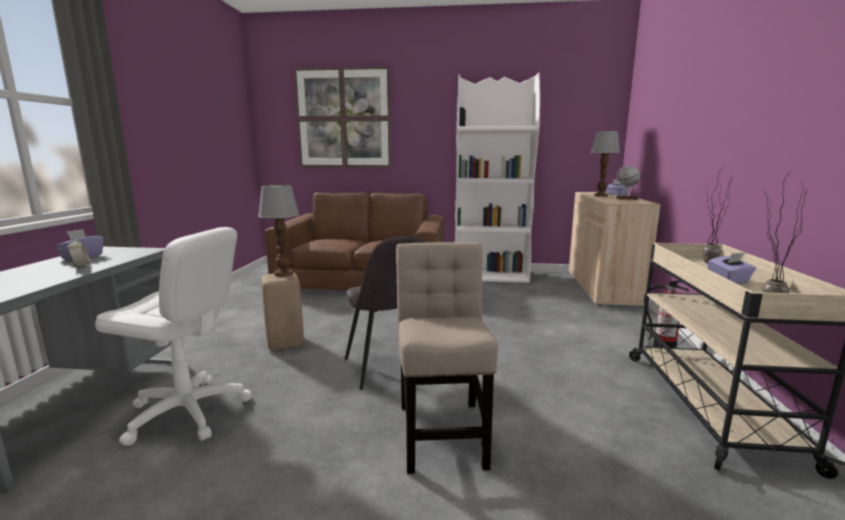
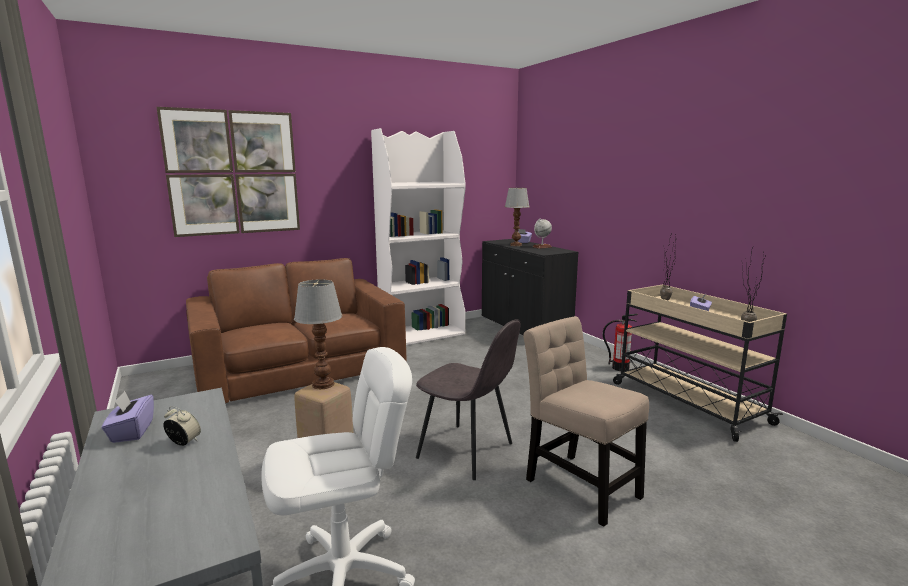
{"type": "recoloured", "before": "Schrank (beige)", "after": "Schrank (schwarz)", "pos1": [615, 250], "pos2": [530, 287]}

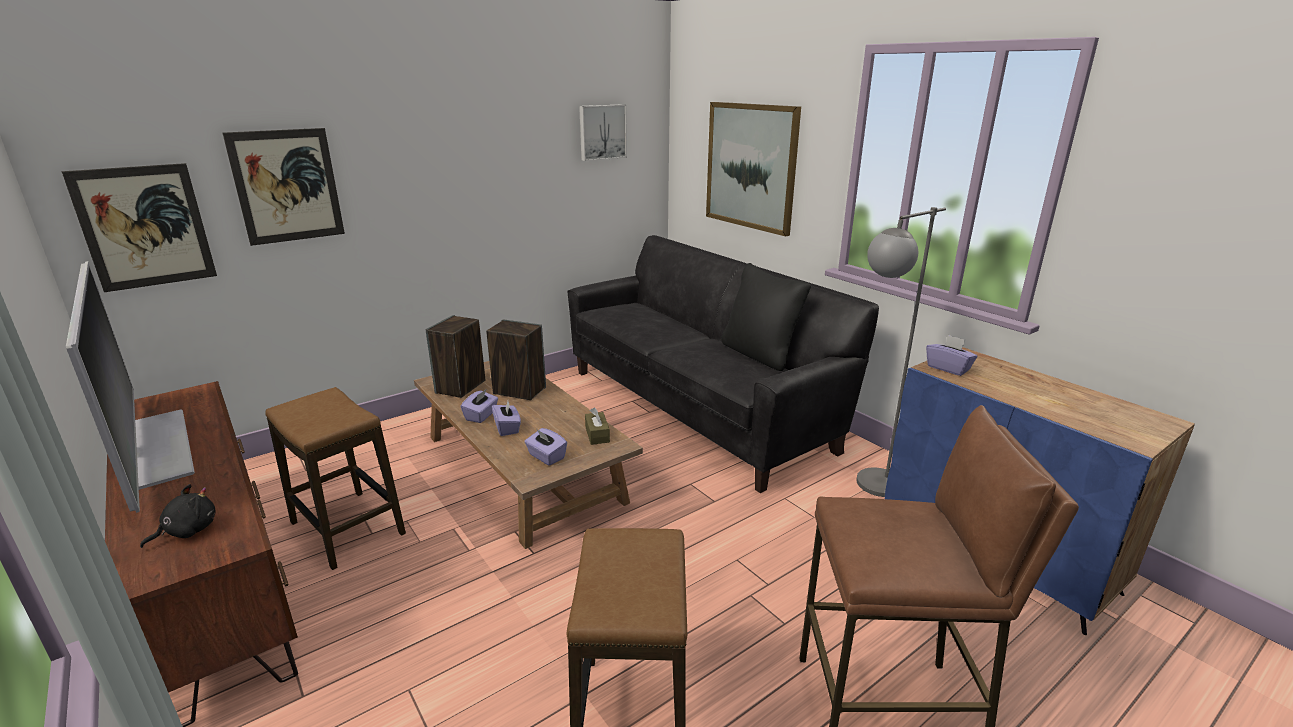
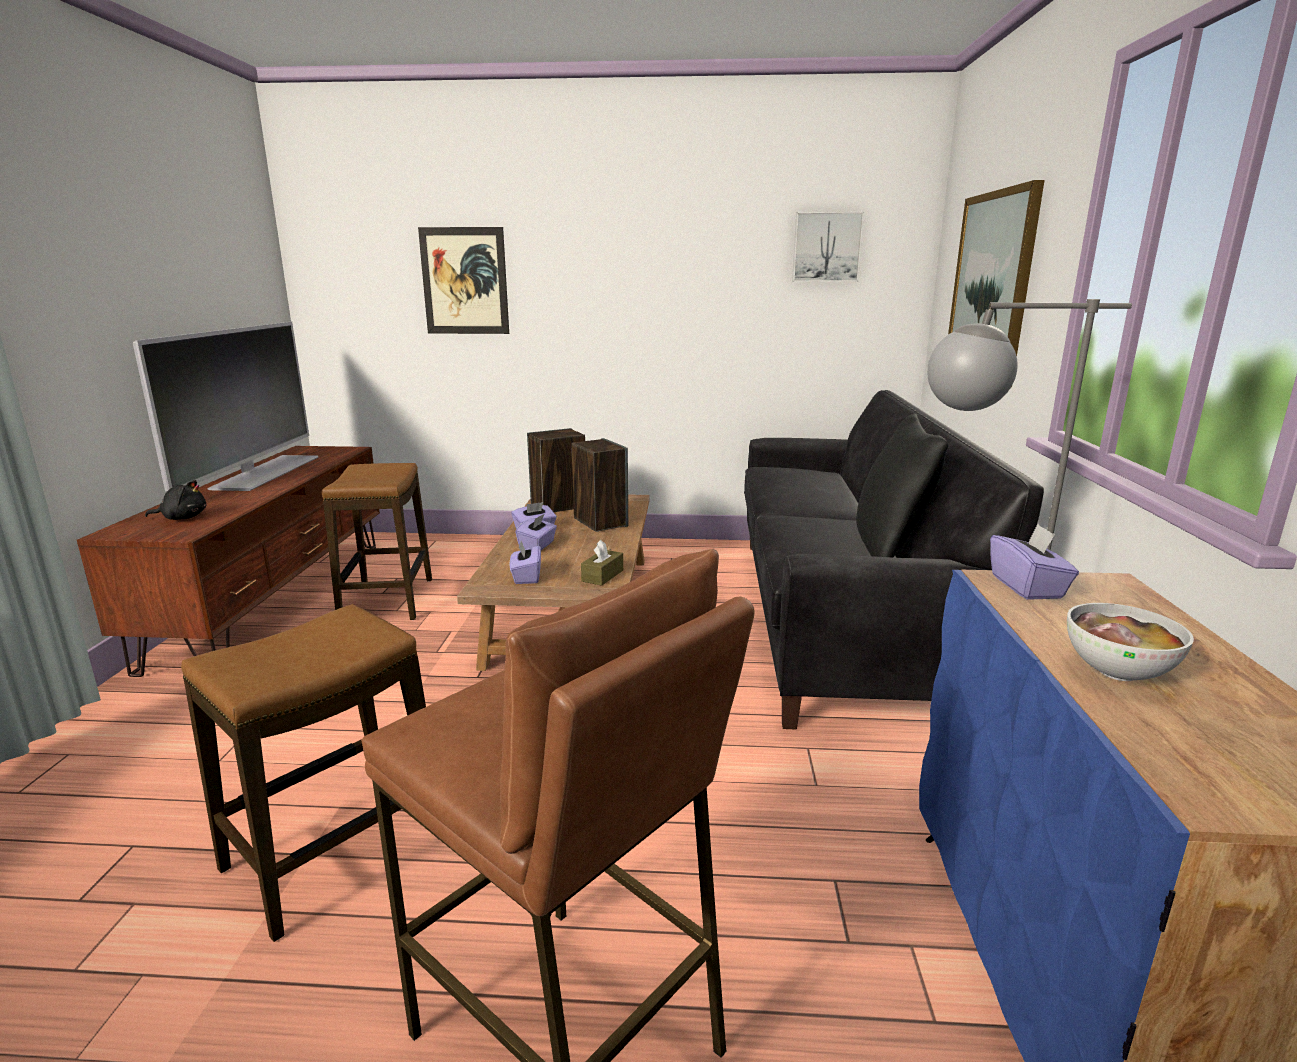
{"type": "added", "after": "Schüssel", "pos2": [1130, 642]}
{"type": "removed", "before": "Bild", "pos1": [139, 227]}

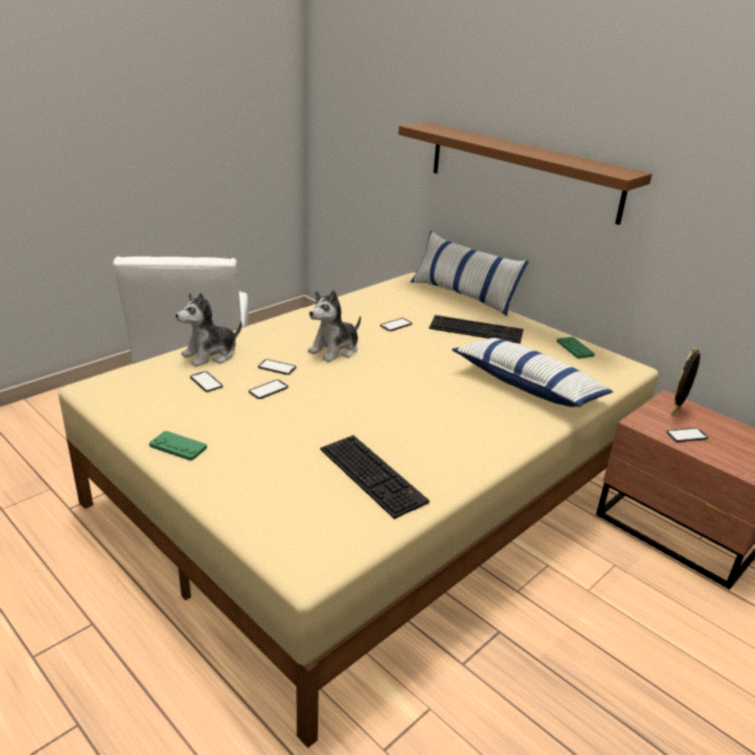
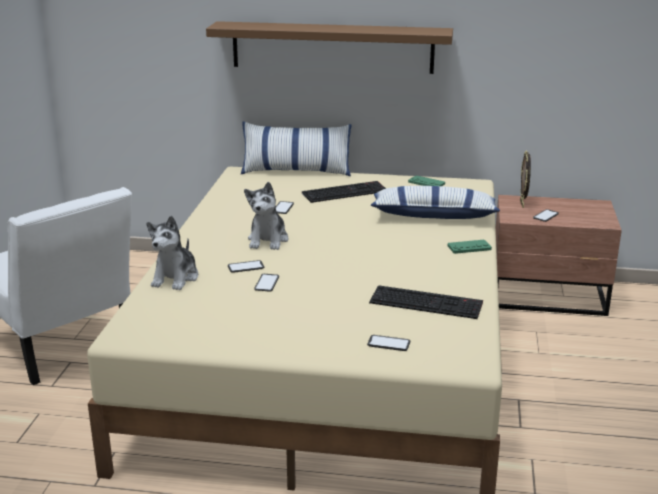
{"type": "moved", "before": "Handy", "pos1": [206, 381], "pos2": [389, 343]}
{"type": "moved", "before": "Gamepad (grün)", "pos1": [178, 446], "pos2": [470, 247]}

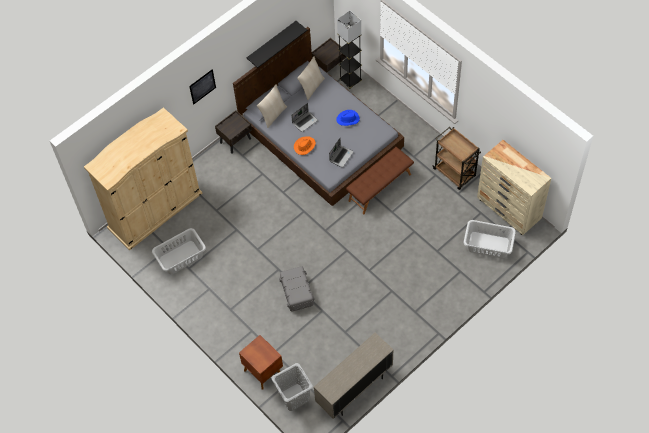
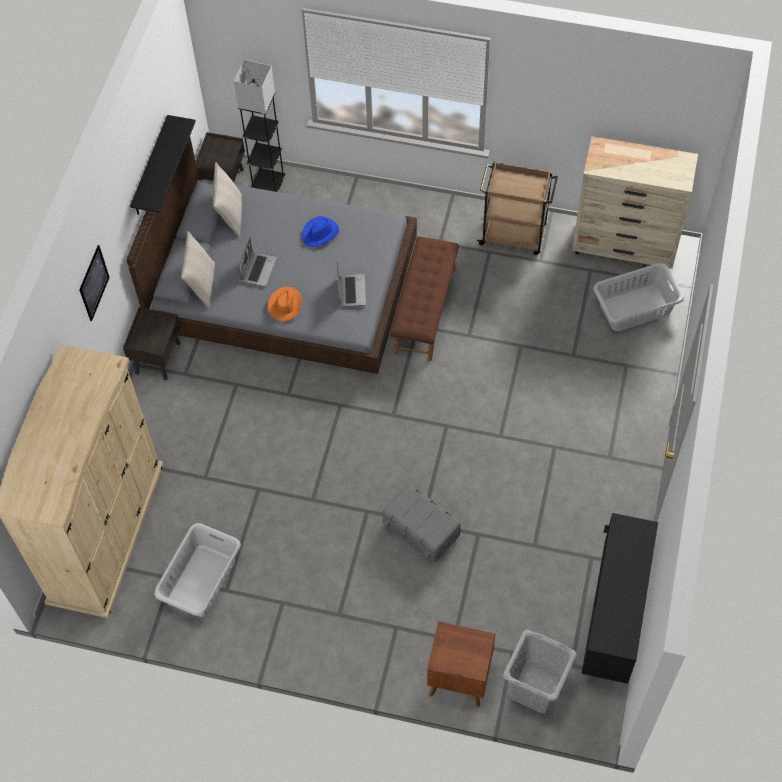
{"type": "recoloured", "before": "Schrank (beige)", "after": "Schrank (schwarz)", "pos1": [354, 376], "pos2": [619, 598]}

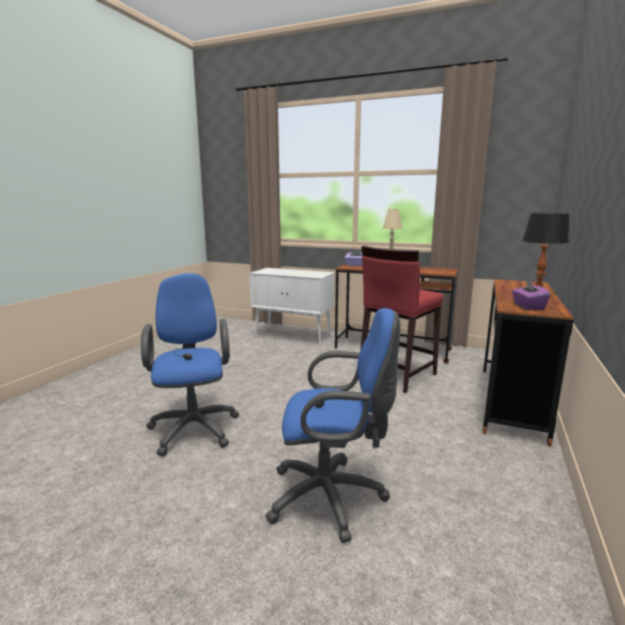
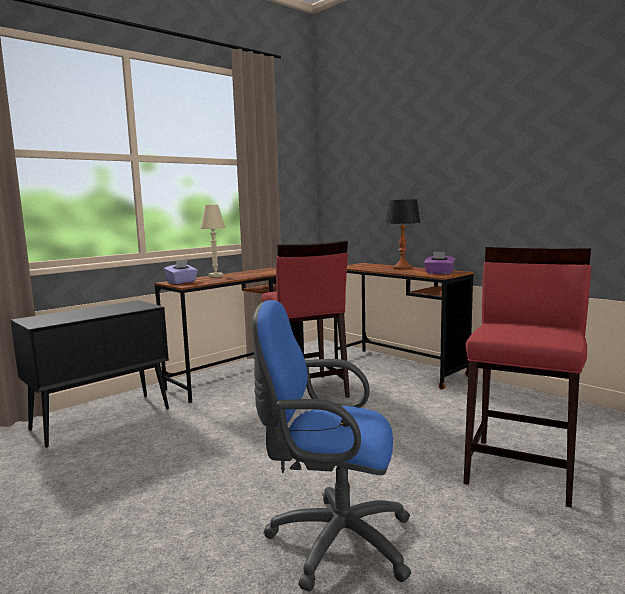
{"type": "recoloured", "before": "Schrank (weiß)", "after": "Schrank (schwarz)", "pos1": [292, 307], "pos2": [90, 374]}
{"type": "replaced", "before": "Bürostuhl (blau)", "after": "Hocker (rot)", "pos1": [333, 425], "pos2": [527, 377]}

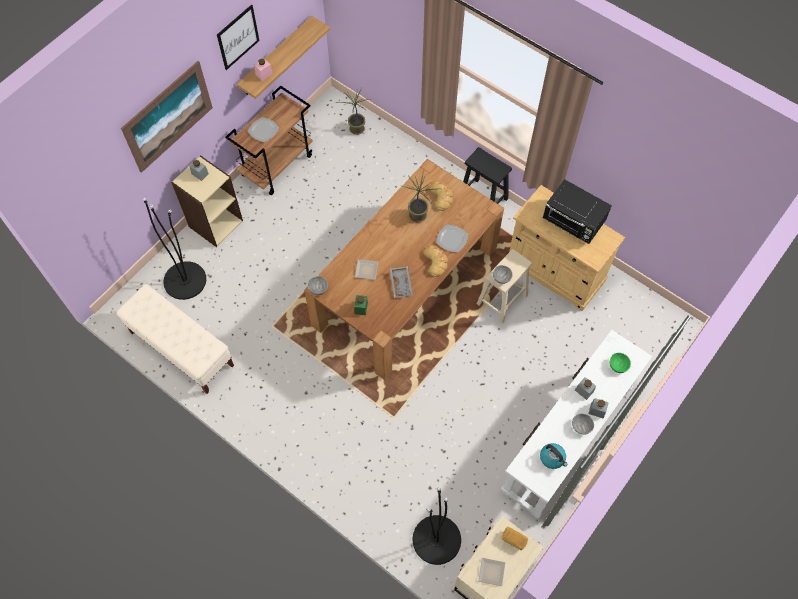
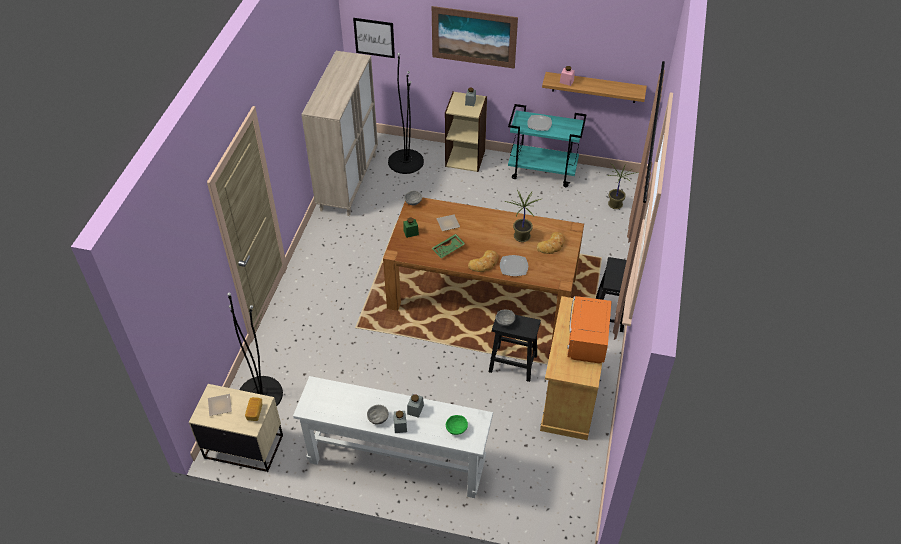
{"type": "replaced", "before": "Bank (beige)", "after": "Schrank (beige)", "pos1": [175, 339], "pos2": [340, 133]}
{"type": "moved", "before": "Bild", "pos1": [238, 37], "pos2": [374, 38]}
{"type": "recoloured", "before": "Tablett (grau)", "after": "Tablett (grün)", "pos1": [401, 282], "pos2": [448, 246]}
{"type": "recoloured", "before": "Hocker (beige)", "after": "Hocker (schwarz)", "pos1": [504, 286], "pos2": [515, 346]}
{"type": "recoloured", "before": "Rollwagen (braun)", "after": "Rollwagen (türkis)", "pos1": [269, 140], "pos2": [547, 145]}
{"type": "recoloured", "before": "Mikrowelle (schwarz)", "after": "Mikrowelle (orange)", "pos1": [577, 211], "pos2": [589, 329]}
{"type": "removed", "before": "Wasserkessel", "pos1": [554, 456]}

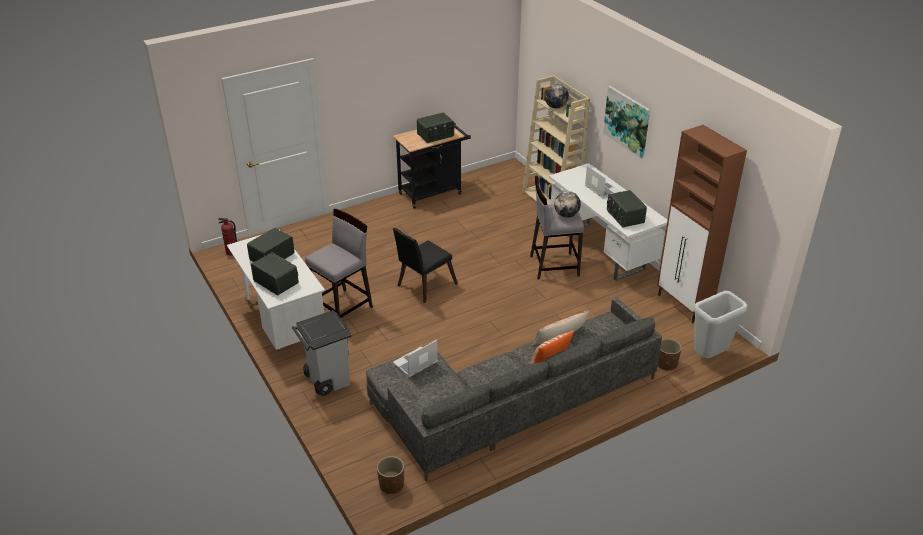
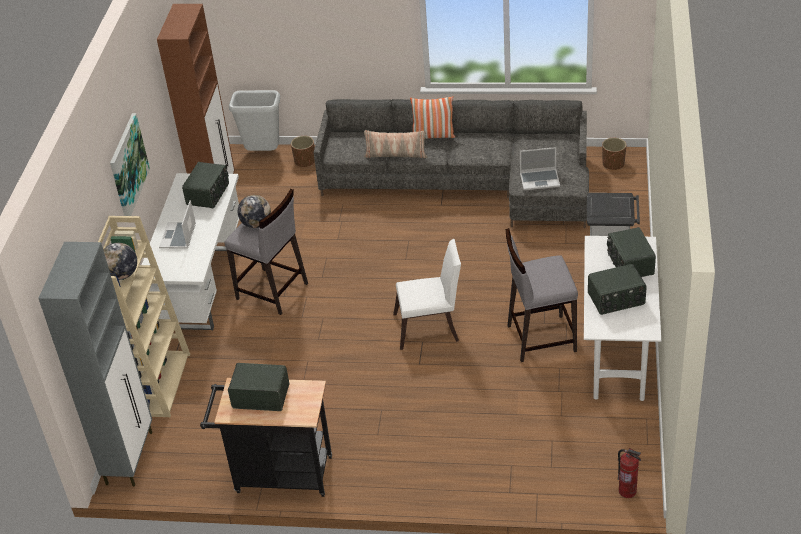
{"type": "added", "after": "Schrank (grau)", "pos2": [95, 364]}
{"type": "recoloured", "before": "Stuhl (schwarz)", "after": "Stuhl (weiß)", "pos1": [425, 265], "pos2": [427, 294]}

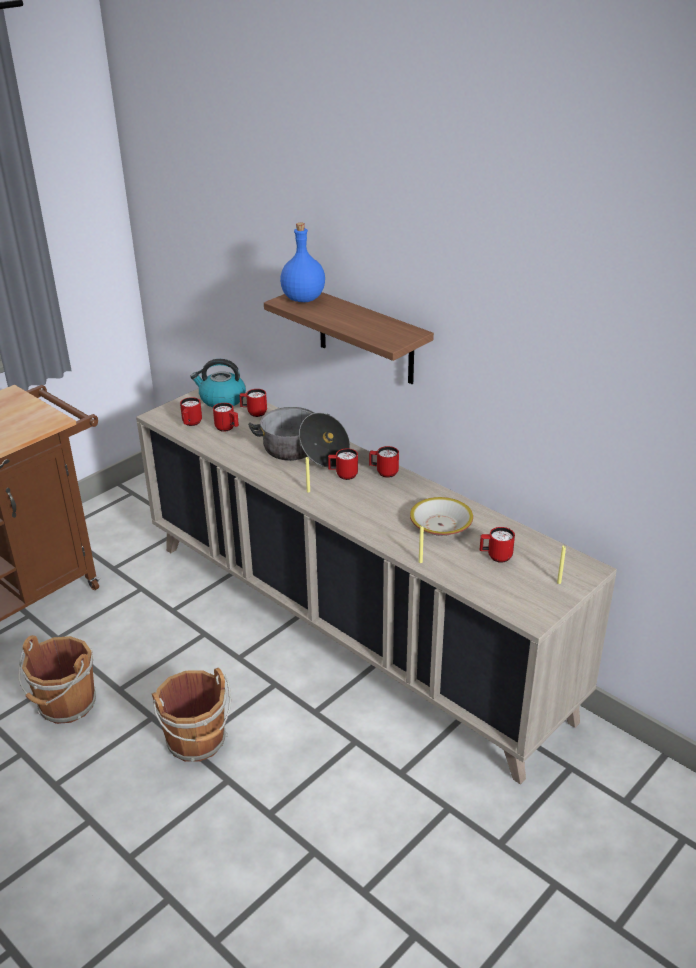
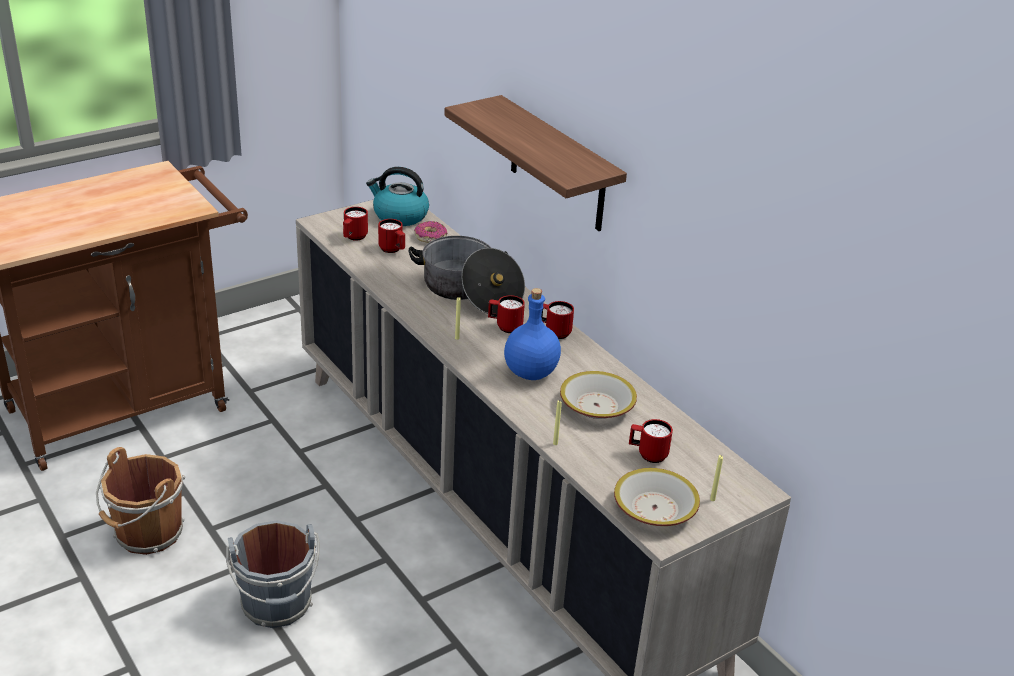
{"type": "recoloured", "before": "Eimer (braun)", "after": "Eimer (grau)", "pos1": [191, 715], "pos2": [273, 574]}
{"type": "replaced", "before": "Henkelbecher (rot)", "after": "Donut", "pos1": [253, 403], "pos2": [430, 232]}
{"type": "moved", "before": "Flasche (blau)", "pos1": [302, 262], "pos2": [532, 334]}
{"type": "added", "after": "Schüssel", "pos2": [657, 497]}

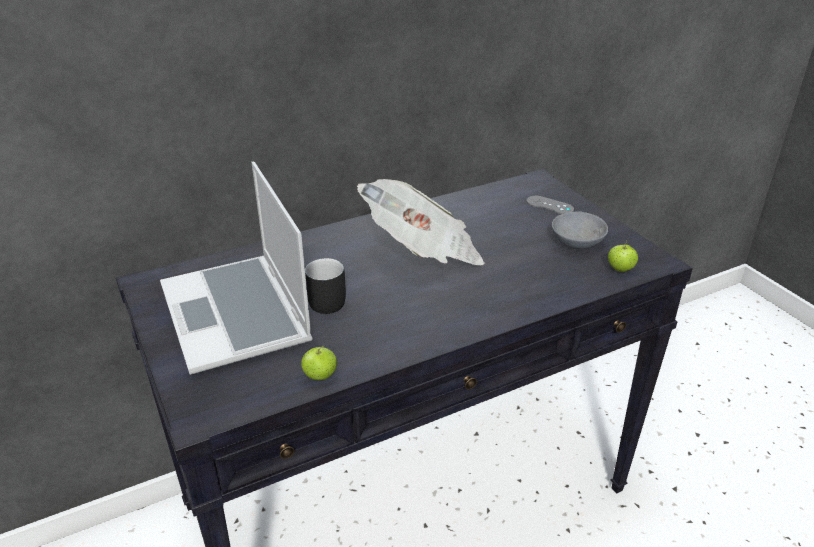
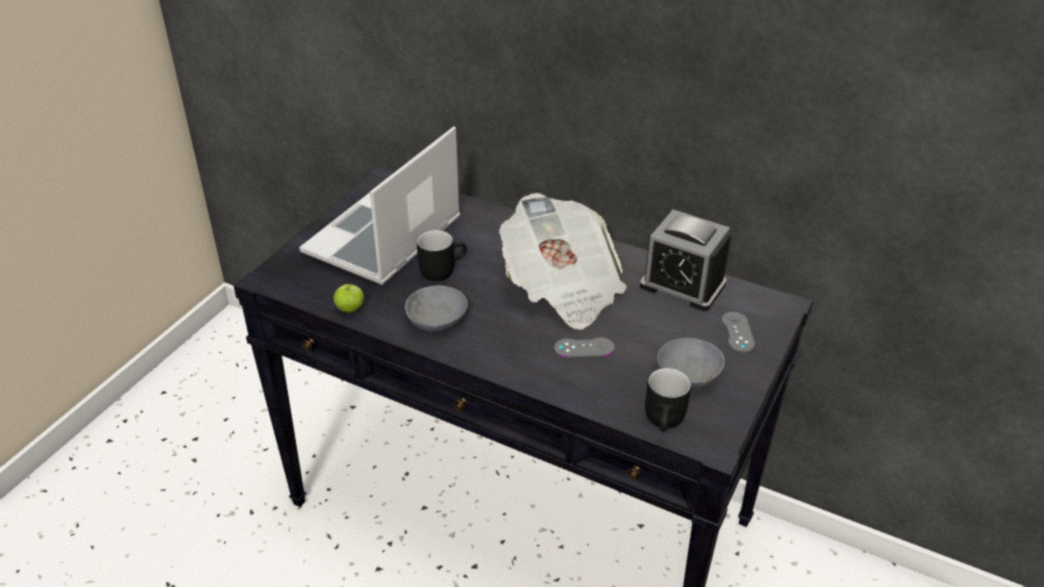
{"type": "added", "after": "Schüssel (grau)", "pos2": [436, 308]}
{"type": "added", "after": "Gamepad (grau)", "pos2": [584, 347]}
{"type": "added", "after": "Wecker", "pos2": [685, 260]}
{"type": "replaced", "before": "Apfel", "after": "Henkelbecher (schwarz)", "pos1": [623, 256], "pos2": [668, 400]}

